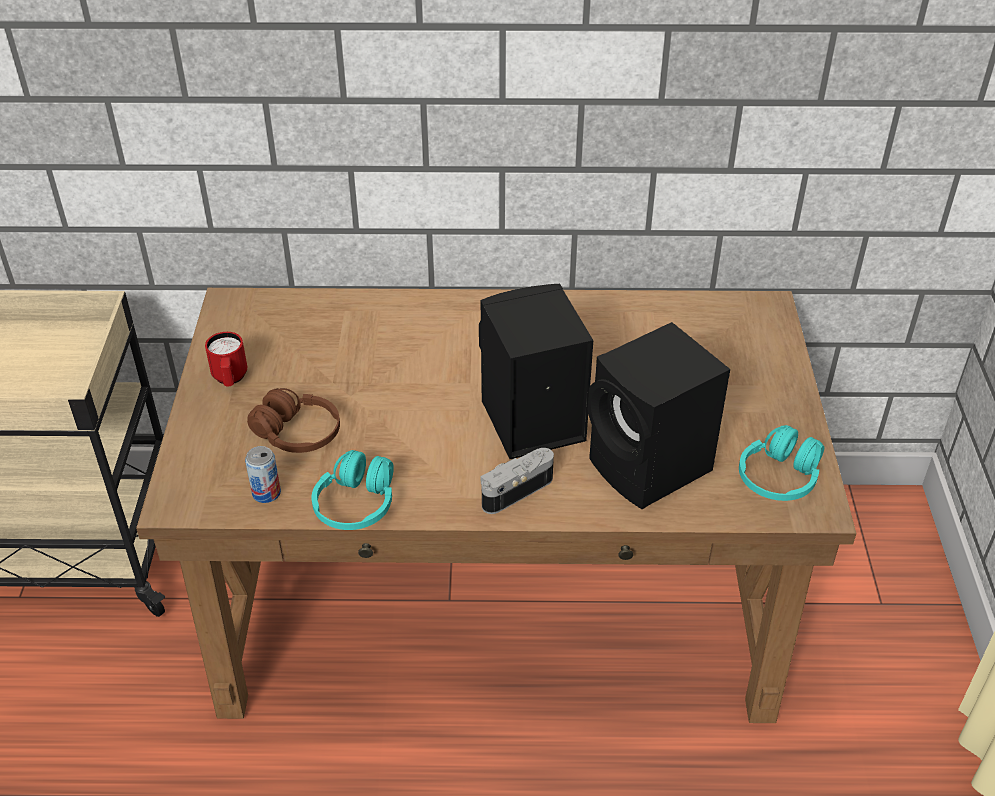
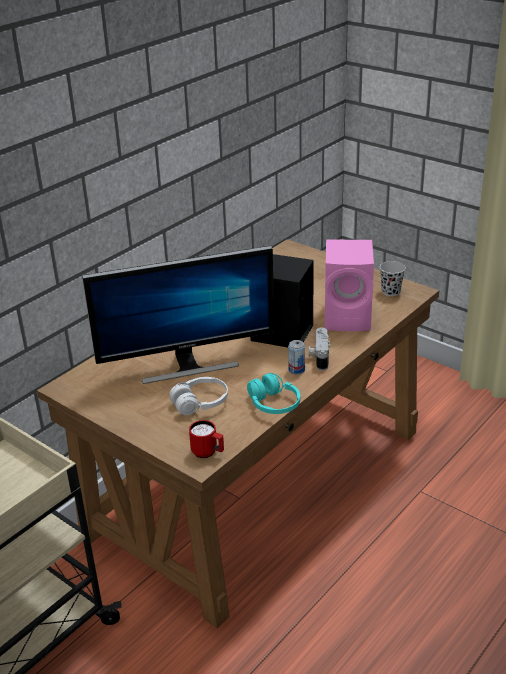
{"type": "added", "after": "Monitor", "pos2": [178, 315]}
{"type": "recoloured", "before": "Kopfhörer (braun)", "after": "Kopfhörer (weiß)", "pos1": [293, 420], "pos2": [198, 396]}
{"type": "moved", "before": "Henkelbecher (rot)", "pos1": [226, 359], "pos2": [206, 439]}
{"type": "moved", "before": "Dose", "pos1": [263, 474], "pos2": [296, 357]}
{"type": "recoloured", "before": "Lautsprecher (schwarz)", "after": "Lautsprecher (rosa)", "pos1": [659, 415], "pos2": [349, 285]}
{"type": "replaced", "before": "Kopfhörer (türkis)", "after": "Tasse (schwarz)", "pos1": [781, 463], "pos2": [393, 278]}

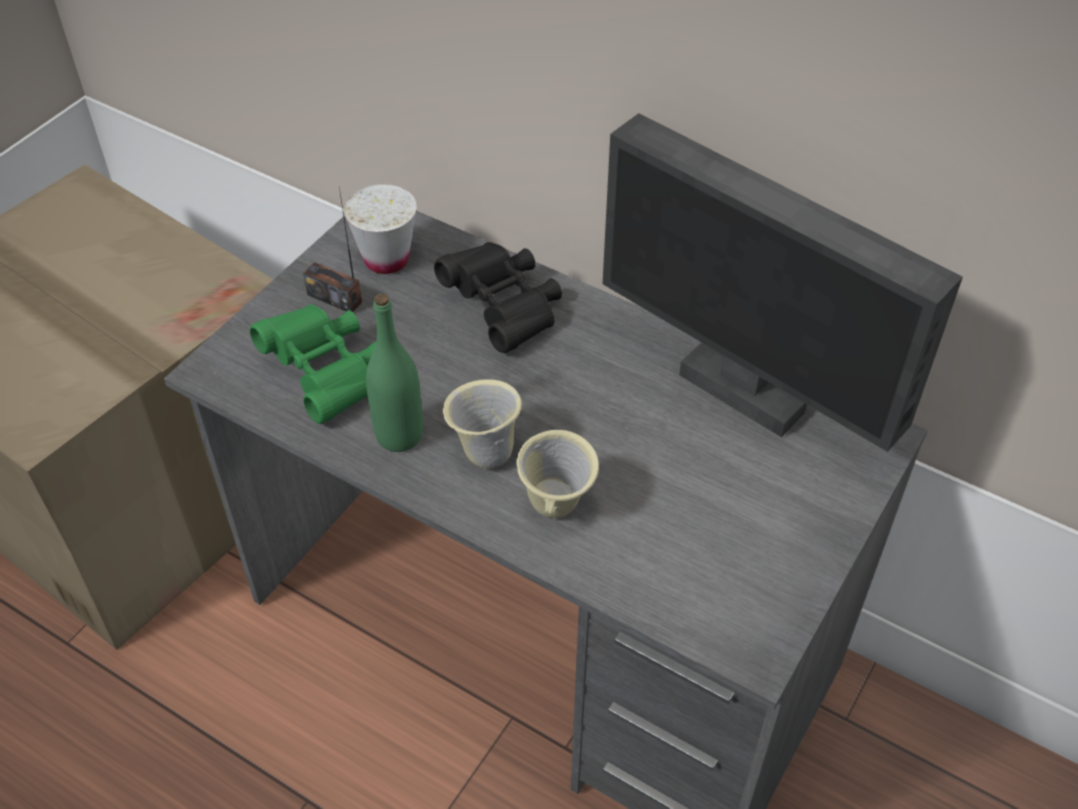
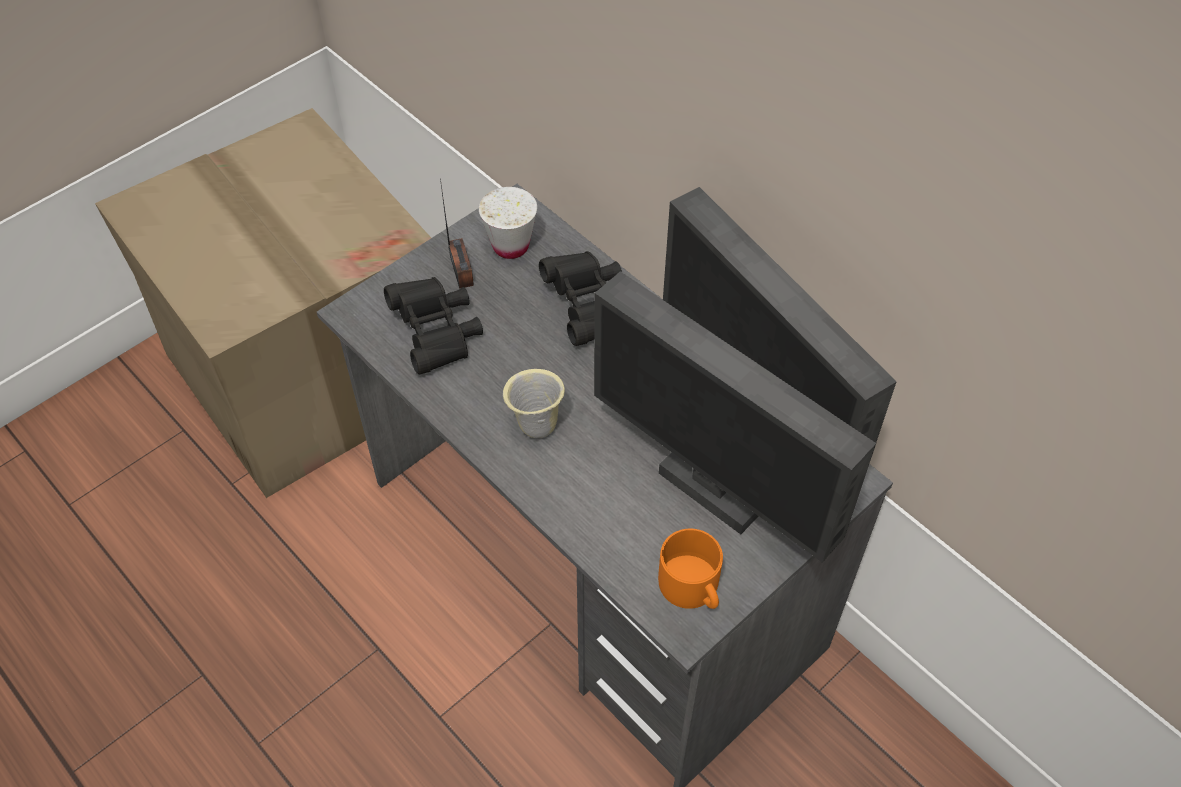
{"type": "recoloured", "before": "Fernglas (grün)", "after": "Fernglas (schwarz)", "pos1": [313, 364], "pos2": [433, 325]}
{"type": "turned", "before": "Radio", "pos1": [332, 249], "pos2": [457, 233], "turn": -150}
{"type": "added", "after": "Monitor", "pos2": [735, 416]}
{"type": "added", "after": "Henkelbecher (orange)", "pos2": [690, 569]}
{"type": "removed", "before": "Flasche (grün)", "pos1": [394, 373]}
{"type": "removed", "before": "Henkelbecher (beige)", "pos1": [557, 474]}

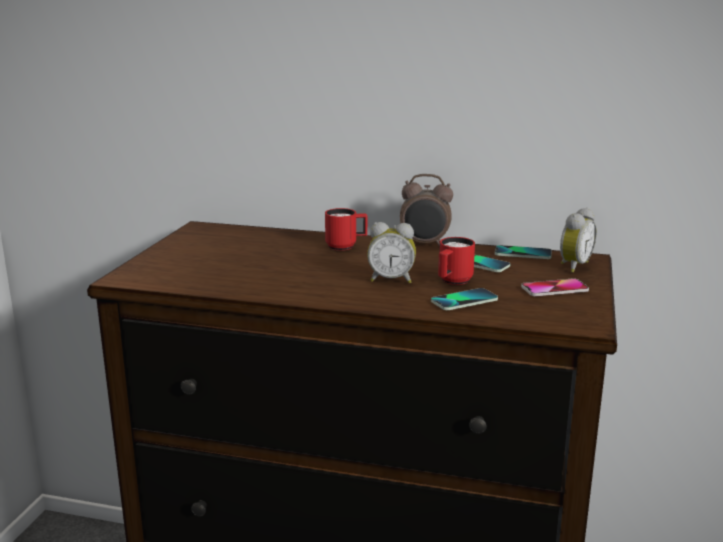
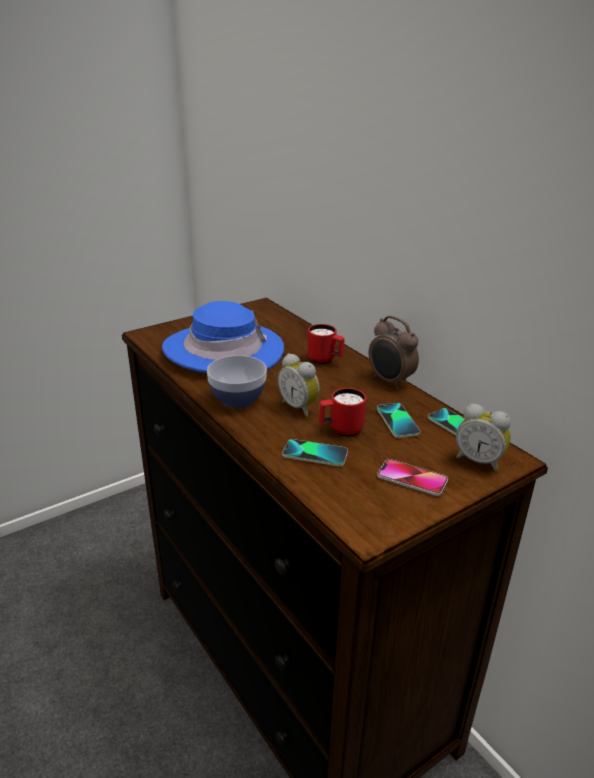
{"type": "added", "after": "Hut (blau)", "pos2": [223, 337]}
{"type": "added", "after": "Schüssel", "pos2": [237, 381]}
{"type": "turned", "before": "Wecker", "pos1": [578, 240], "pos2": [483, 438], "turn": 45}

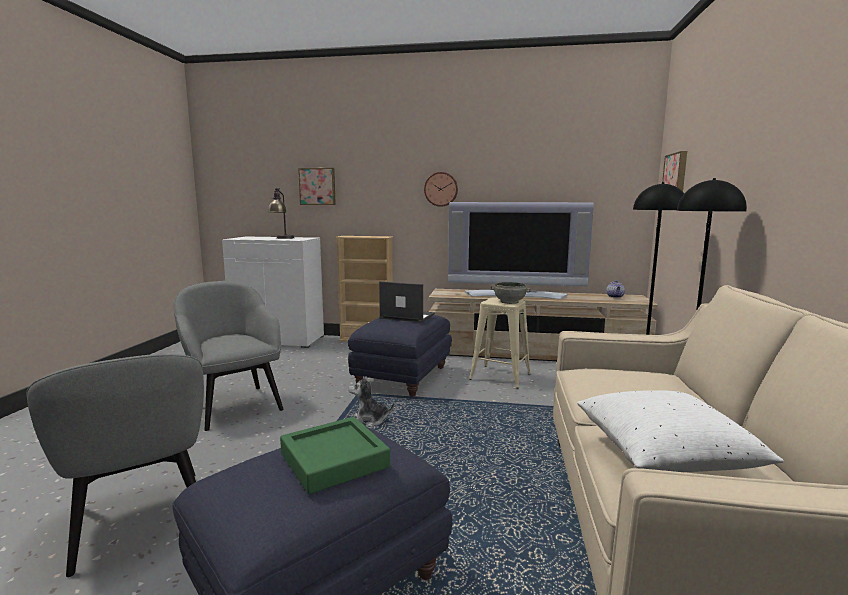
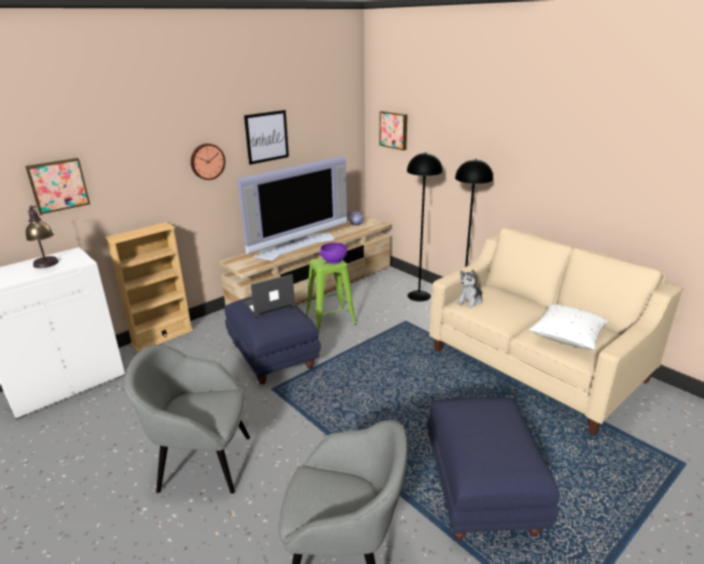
{"type": "added", "after": "Bild", "pos2": [266, 137]}
{"type": "recoloured", "before": "Hocker (beige)", "after": "Hocker (grün)", "pos1": [500, 343], "pos2": [331, 295]}
{"type": "recoloured", "before": "Schüssel (grau)", "after": "Schüssel (lila)", "pos1": [511, 293], "pos2": [333, 253]}
{"type": "moved", "before": "Plüschtier", "pos1": [371, 401], "pos2": [470, 288]}
{"type": "removed", "before": "Tablett (grün)", "pos1": [335, 455]}

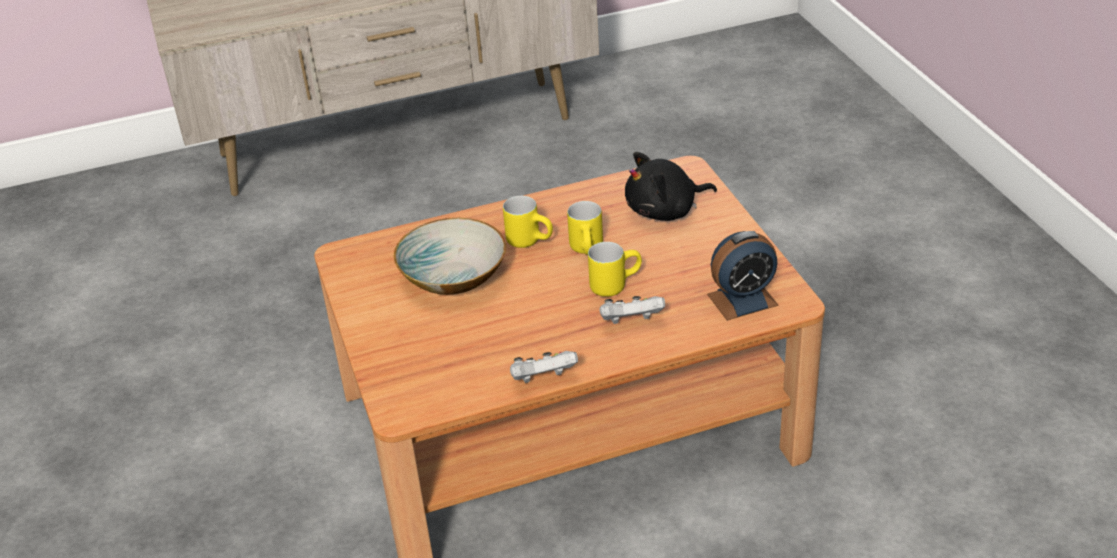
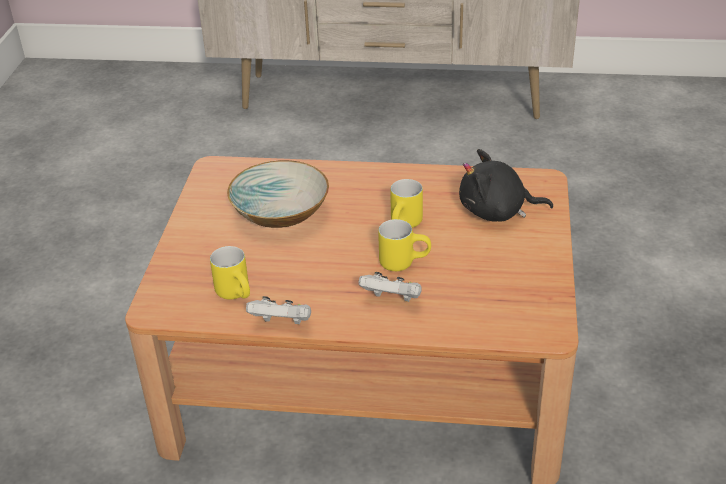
{"type": "moved", "before": "Henkelbecher (gelb)", "pos1": [528, 222], "pos2": [230, 273]}
{"type": "removed", "before": "Wecker", "pos1": [743, 276]}

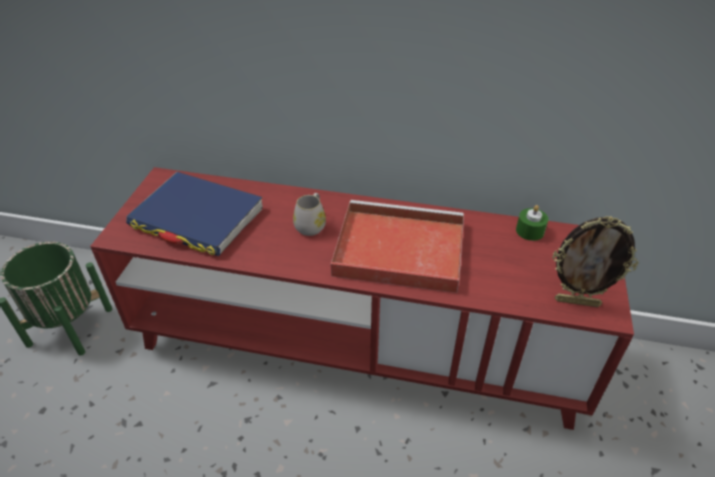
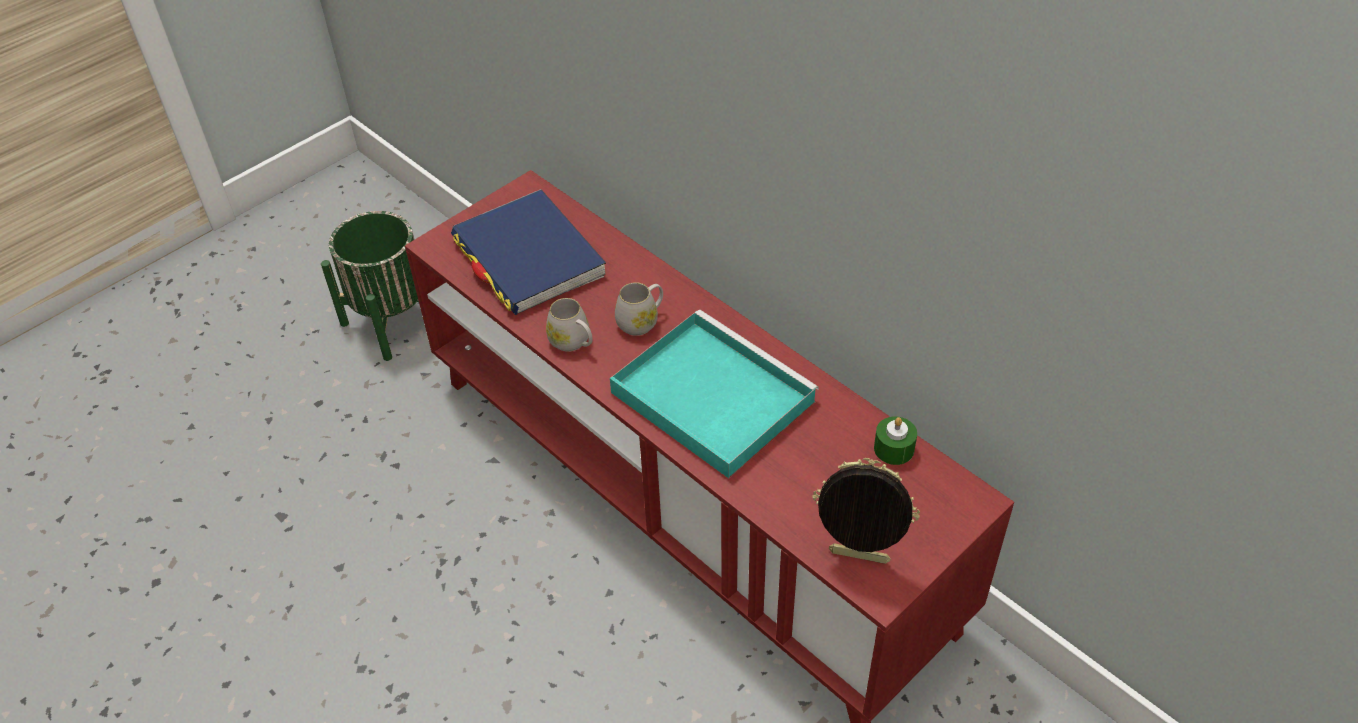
{"type": "added", "after": "Henkelbecher (weiß)", "pos2": [569, 324]}
{"type": "recoloured", "before": "Tablett (rot)", "after": "Tablett (türkis)", "pos1": [397, 246], "pos2": [714, 394]}
{"type": "turned", "before": "Bilderrahmen", "pos1": [595, 261], "pos2": [866, 511], "turn": 150}

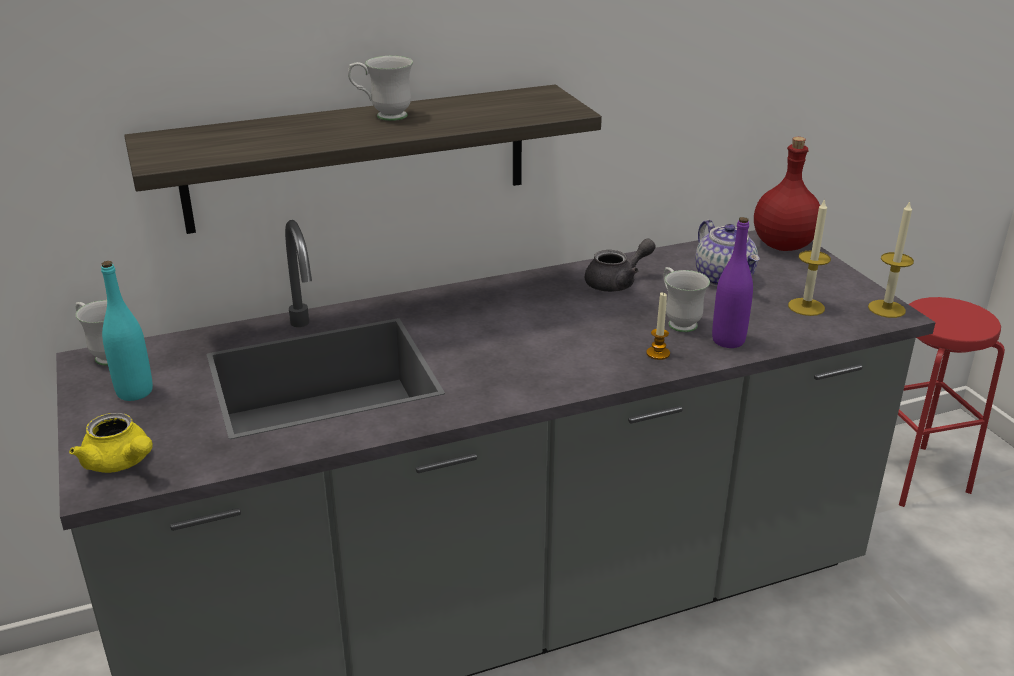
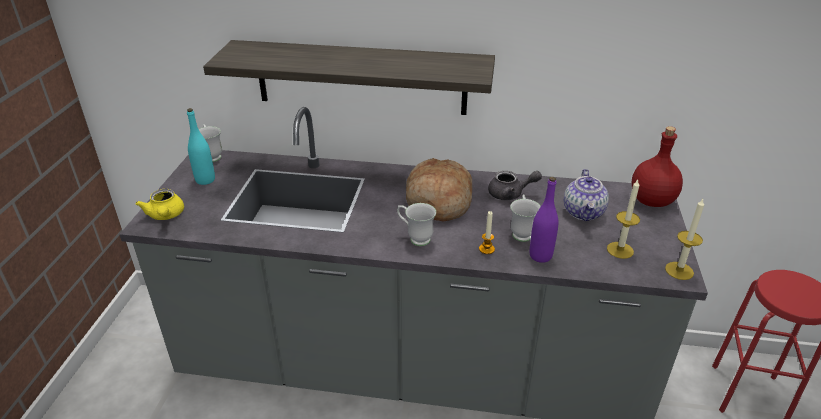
{"type": "moved", "before": "Henkelbecher (weiß)", "pos1": [380, 88], "pos2": [416, 224]}
{"type": "added", "after": "Brot", "pos2": [439, 189]}

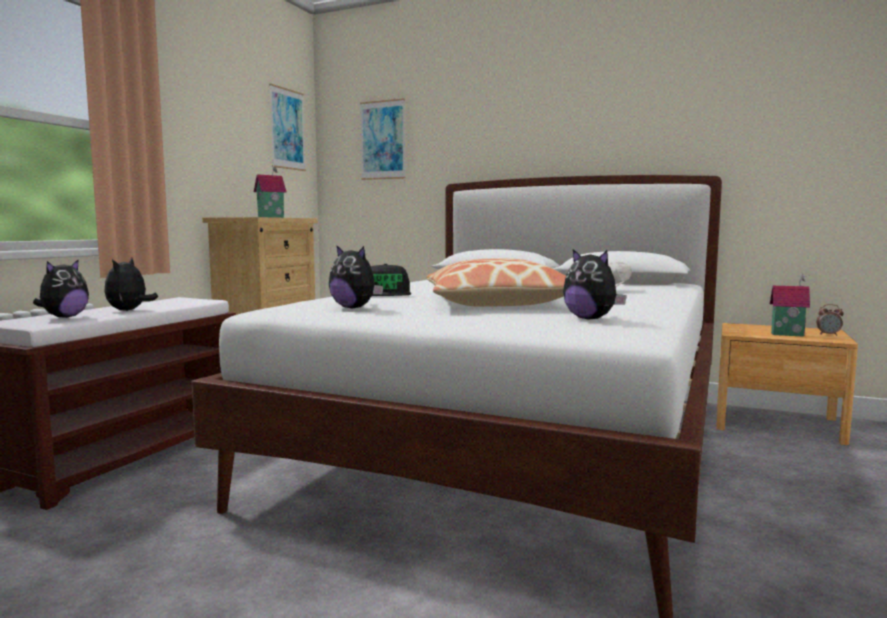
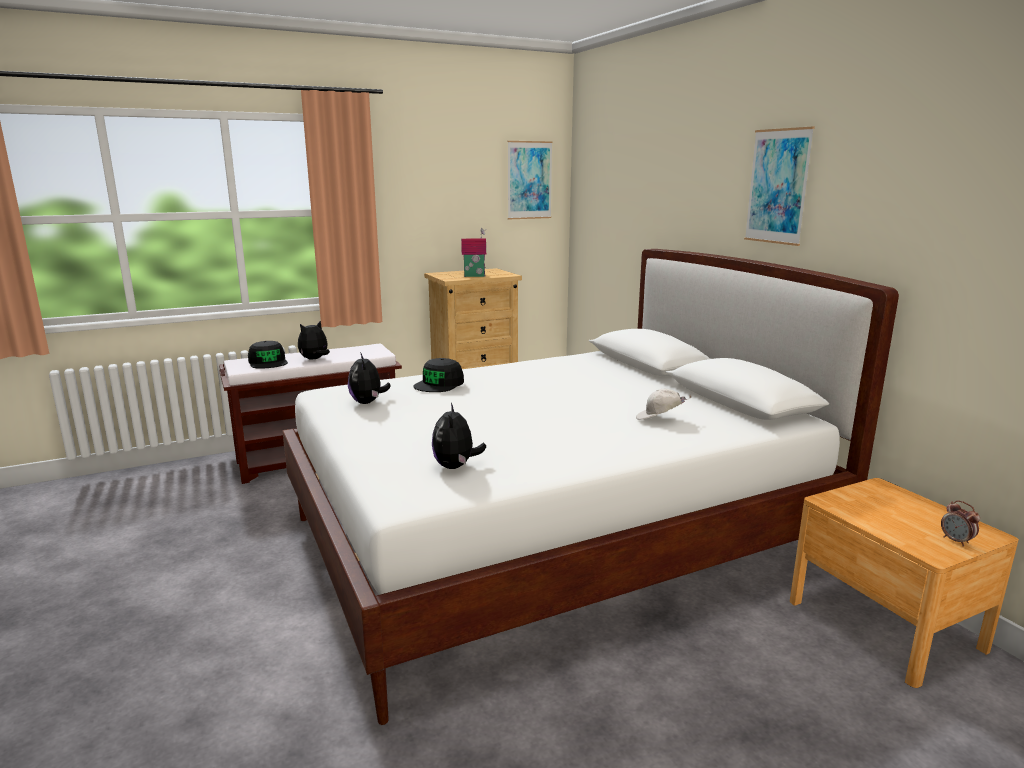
{"type": "replaced", "before": "Plüschtier", "after": "Kappe (schwarz)", "pos1": [61, 289], "pos2": [268, 355]}
{"type": "moved", "before": "Bild", "pos1": [383, 139], "pos2": [779, 186]}
{"type": "removed", "before": "Kissen", "pos1": [496, 282]}
{"type": "removed", "before": "Spielzeughaus", "pos1": [790, 305]}

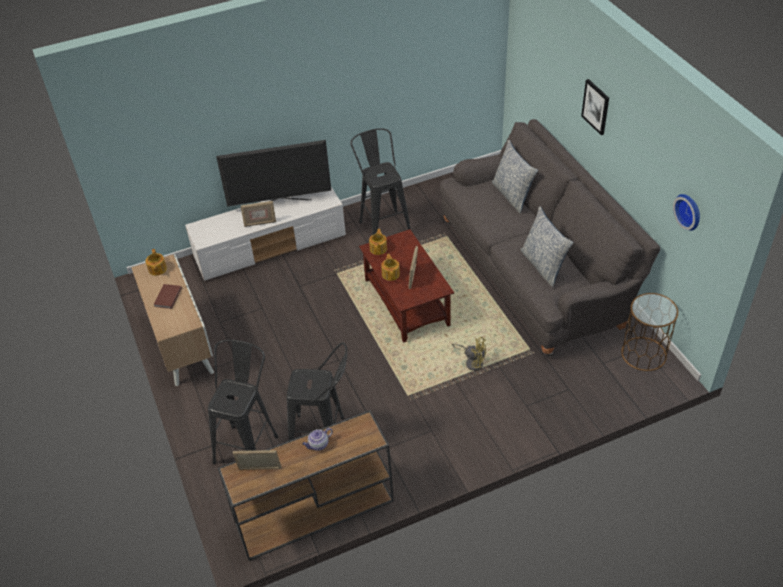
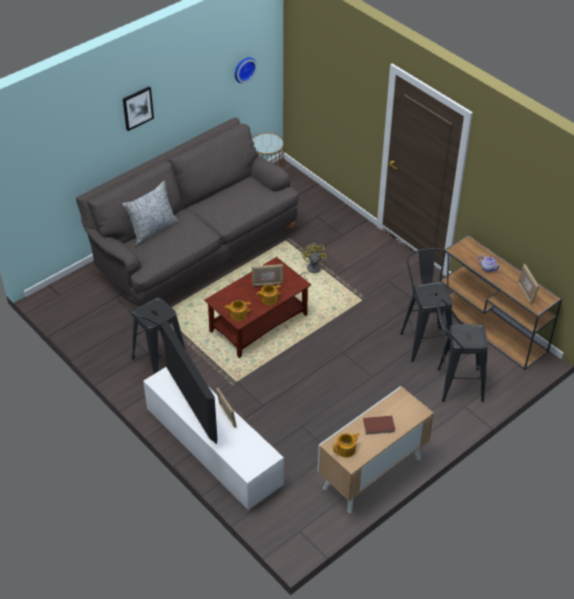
{"type": "removed", "before": "Kissen", "pos1": [546, 246]}

